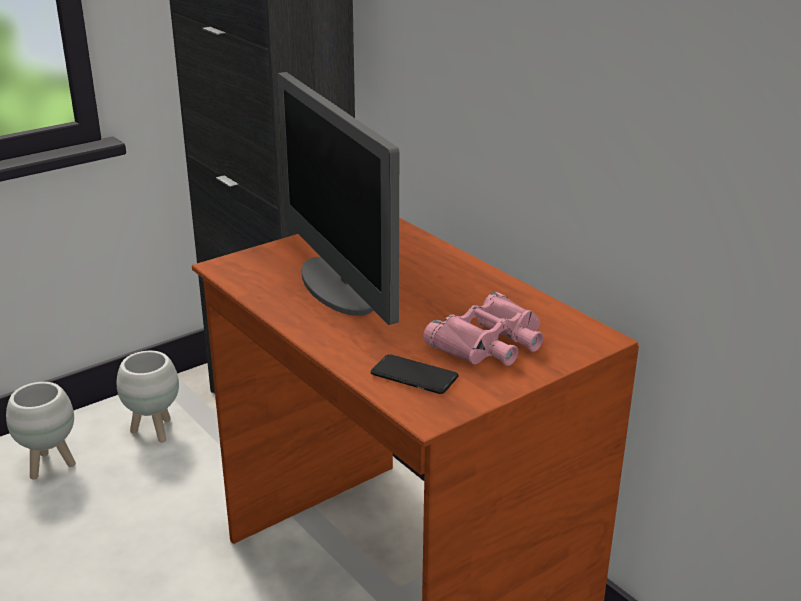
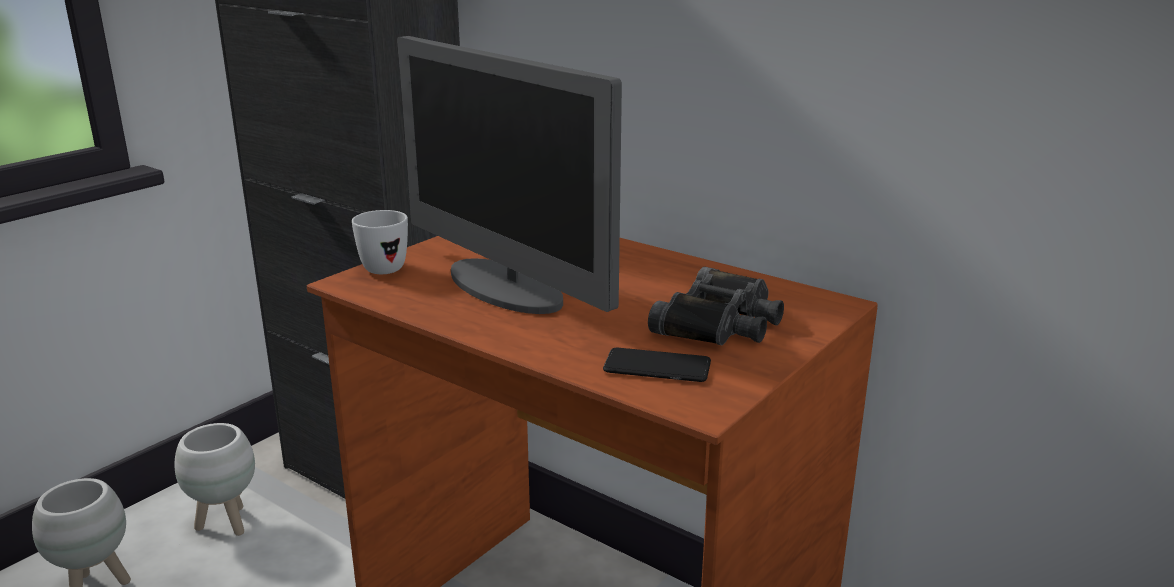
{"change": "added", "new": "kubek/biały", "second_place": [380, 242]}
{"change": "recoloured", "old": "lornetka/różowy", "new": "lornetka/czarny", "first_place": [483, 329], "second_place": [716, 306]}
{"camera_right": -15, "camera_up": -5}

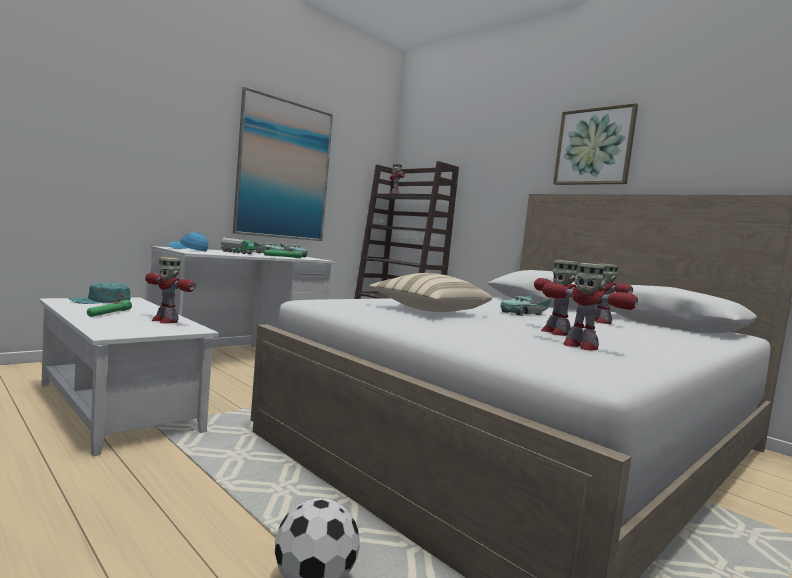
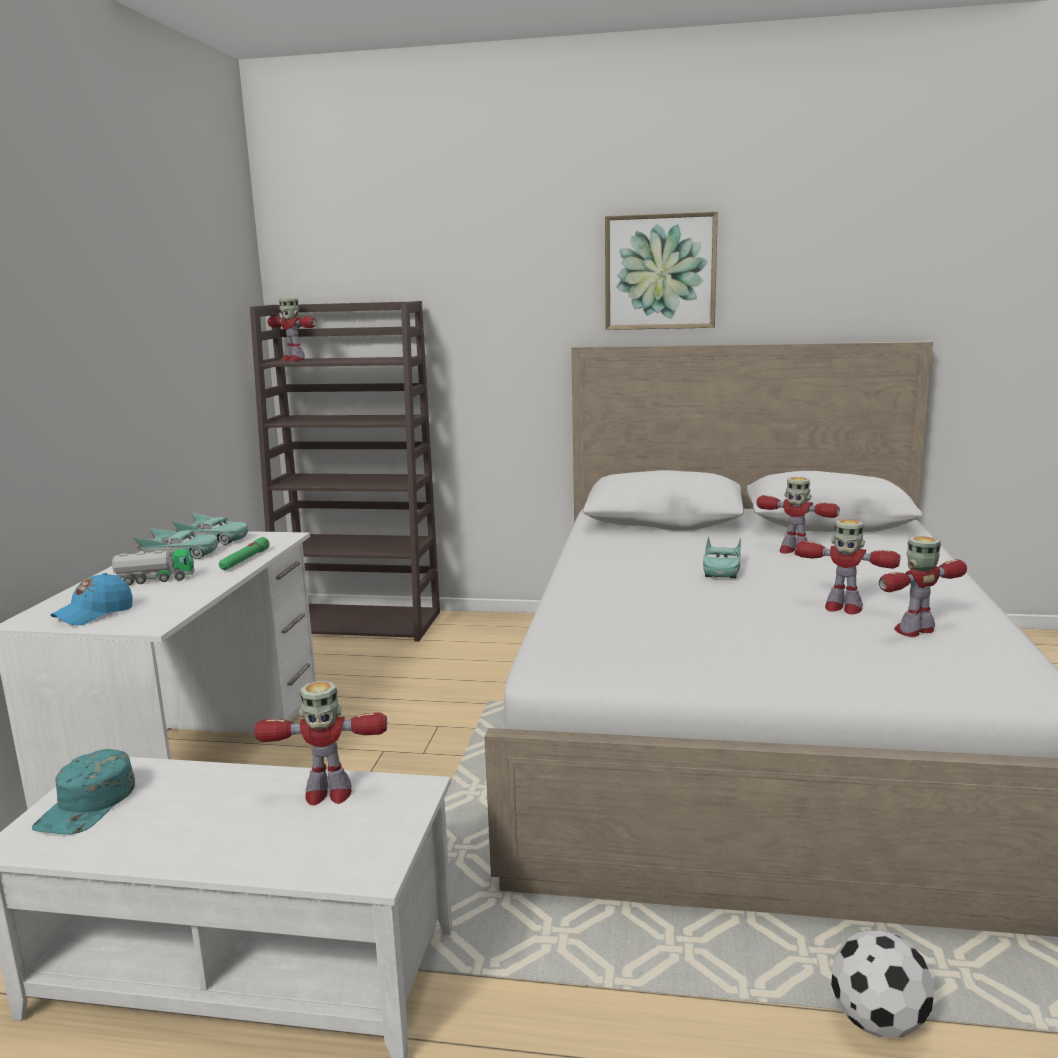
{"change": "turned", "old": "robot zabawkowy", "first_place": [590, 306], "second_place": [923, 586], "degrees": 150}
{"change": "removed", "old": "latarka/zielony", "first_place": [109, 308]}
{"change": "removed", "old": "obraz", "first_place": [283, 164]}
{"change": "removed", "old": "poduszka/beżowy", "first_place": [430, 292]}
{"camera_right": -35, "camera_up": 10}

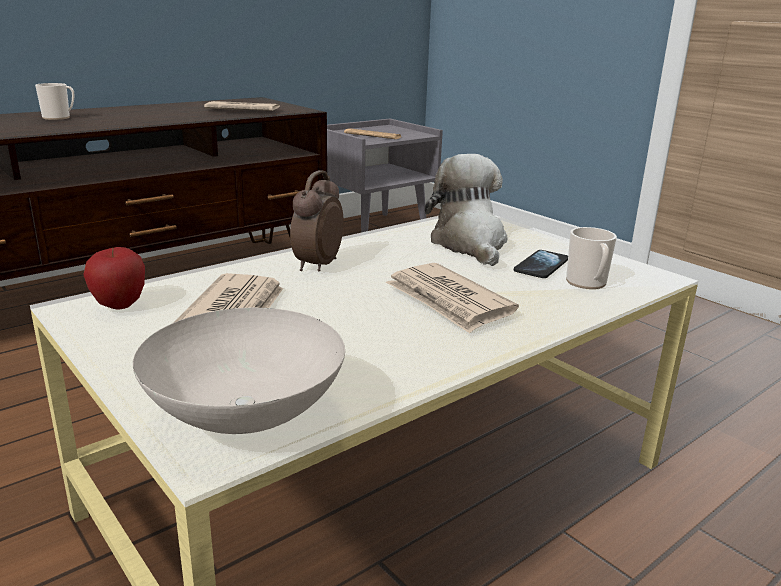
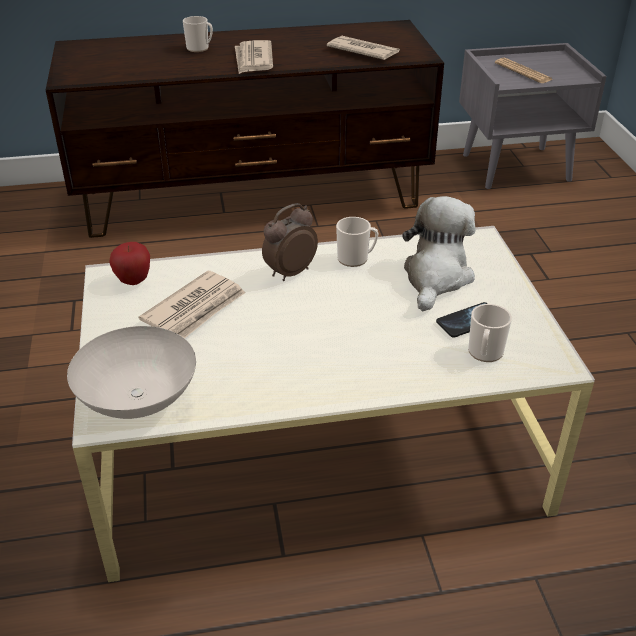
{"change": "moved", "old": "gazeta", "first_place": [452, 298], "second_place": [254, 57]}
{"change": "added", "new": "kubek", "second_place": [357, 242]}
{"camera_right": 30, "camera_up": 15}

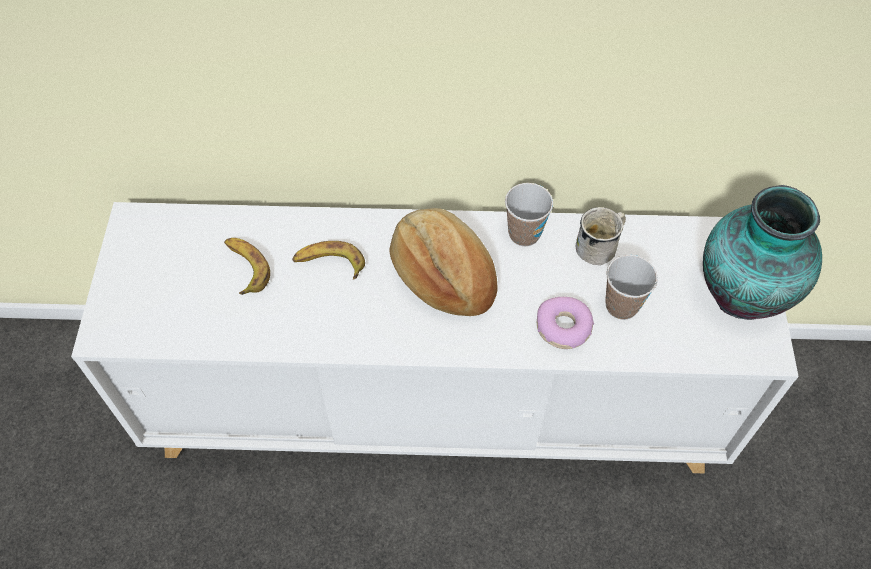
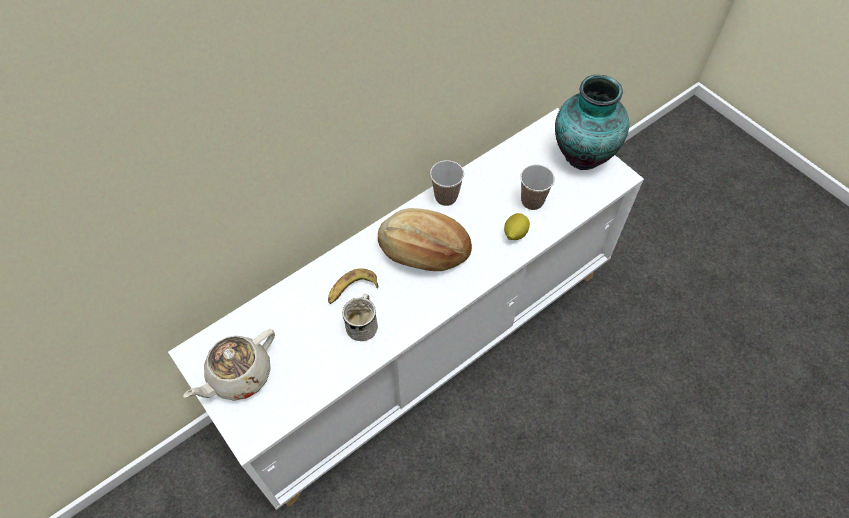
{"change": "added", "new": "imbryk/beżowy", "second_place": [229, 365]}
{"change": "moved", "old": "kubek/biały", "first_place": [601, 236], "second_place": [360, 317]}
{"change": "replaced", "old": "donut", "new": "cytryna", "first_place": [565, 323], "second_place": [517, 226]}
{"change": "removed", "old": "banan", "first_place": [247, 266]}
{"camera_right": -40, "camera_up": 0}

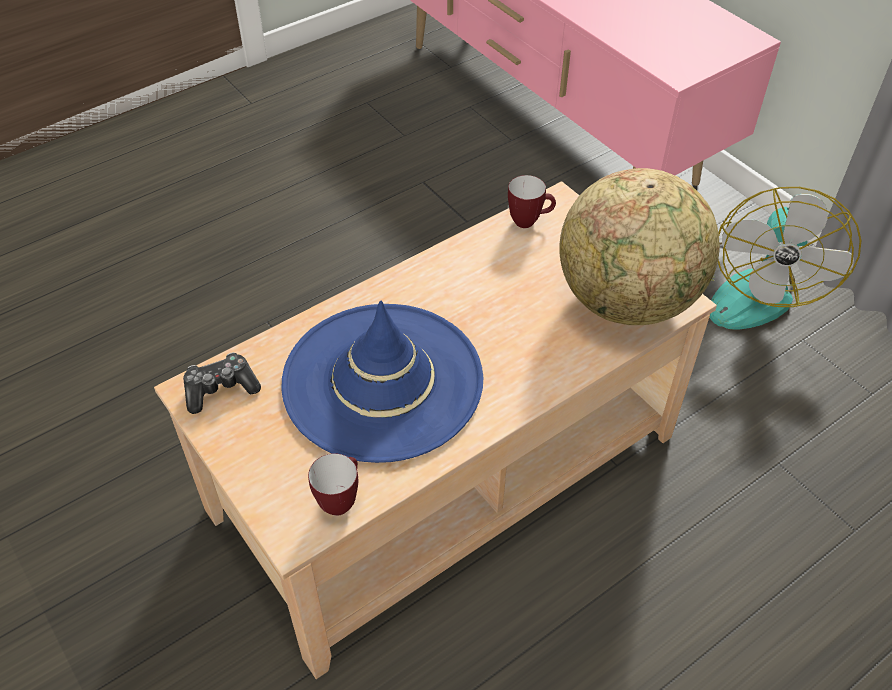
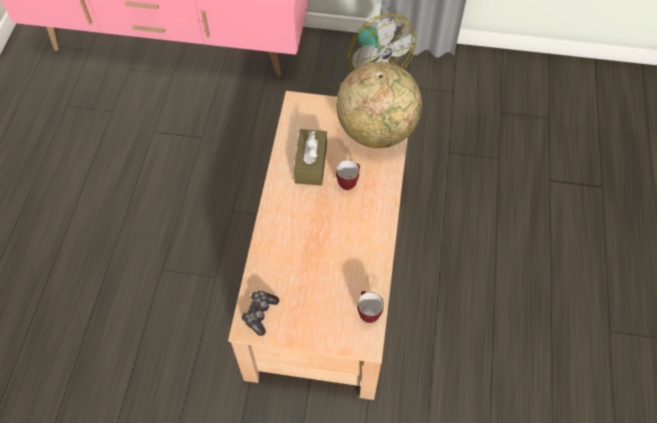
{"change": "added", "new": "pudełko chusteczek/brązowy", "second_place": [310, 157]}
{"change": "moved", "old": "kubek", "first_place": [532, 201], "second_place": [348, 175]}
{"change": "removed", "old": "kapelusz/niebieski", "first_place": [382, 382]}
{"camera_right": -45, "camera_up": 10}

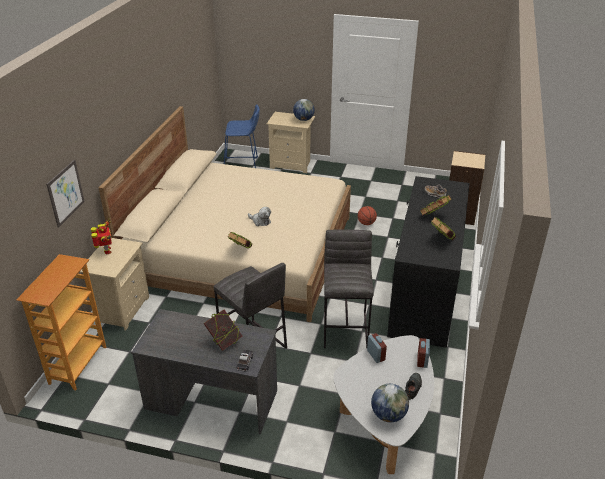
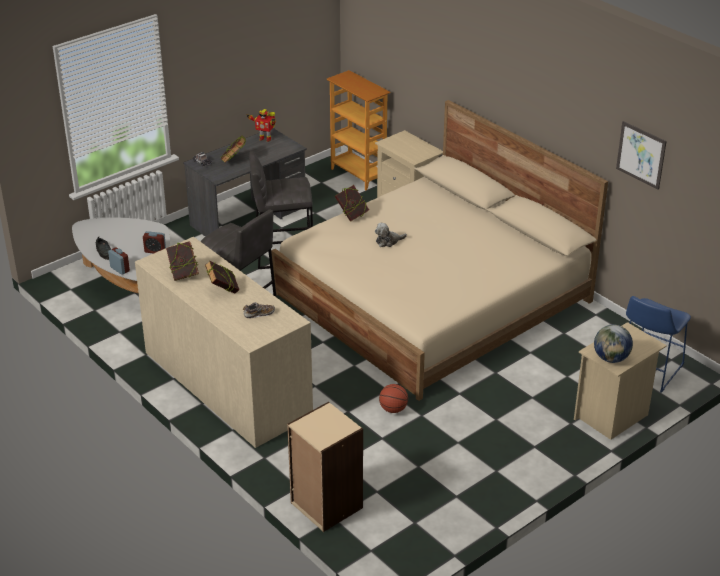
{"change": "recoloured", "old": "komoda/czarny", "new": "komoda/beżowy", "first_place": [428, 262], "second_place": [224, 342]}
{"change": "moved", "old": "robot zabawkowy", "first_place": [101, 236], "second_place": [261, 125]}
{"change": "moved", "old": "obraz", "first_place": [65, 194], "second_place": [641, 155]}
{"change": "removed", "old": "globus", "first_place": [390, 403]}
{"camera_right": 125, "camera_up": 0}

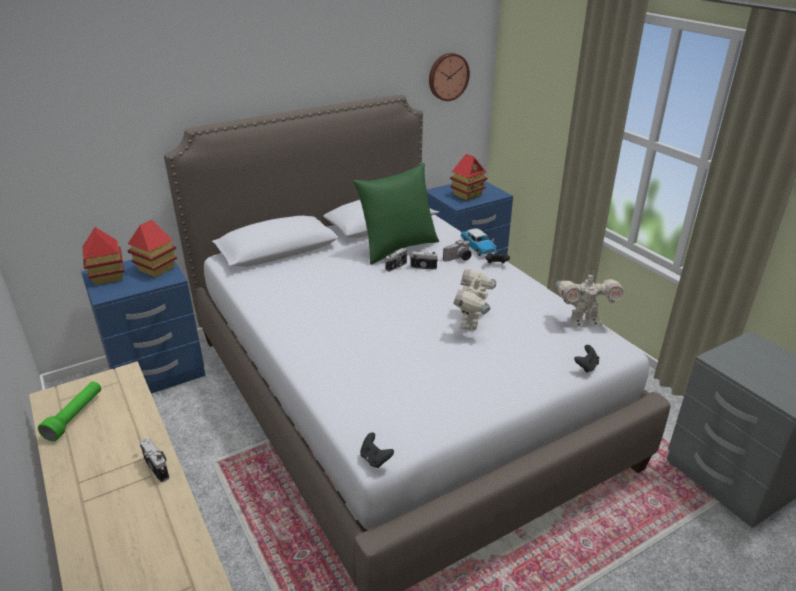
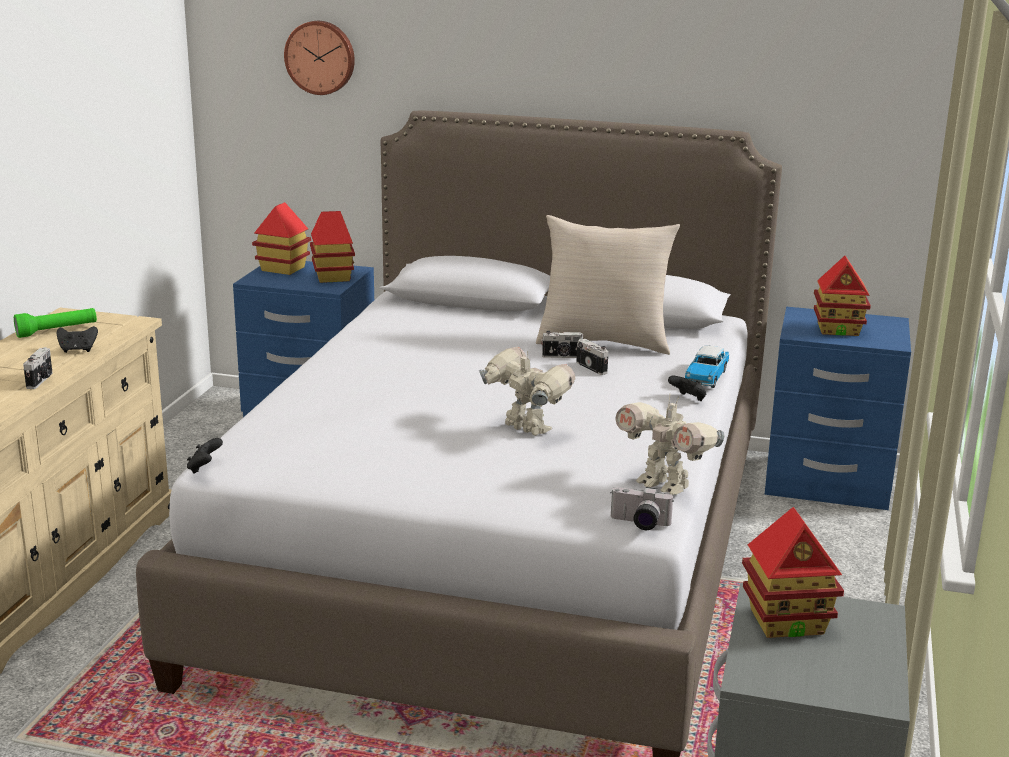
{"change": "moved", "old": "pad do gier/czarny", "first_place": [586, 359], "second_place": [77, 339]}
{"change": "moved", "old": "zegar ścienny", "first_place": [449, 77], "second_place": [319, 58]}
{"change": "turned", "old": "robot zabawkowy", "first_place": [474, 299], "second_place": [527, 391], "degrees": 75}
{"change": "recoloured", "old": "poduszka/zielony", "new": "poduszka/beżowy", "first_place": [396, 214], "second_place": [608, 285]}
{"change": "moved", "old": "aparat fotograficzny", "first_place": [457, 251], "second_place": [642, 508]}
{"change": "added", "new": "domek", "second_place": [793, 572]}
{"camera_right": 45, "camera_up": -10}

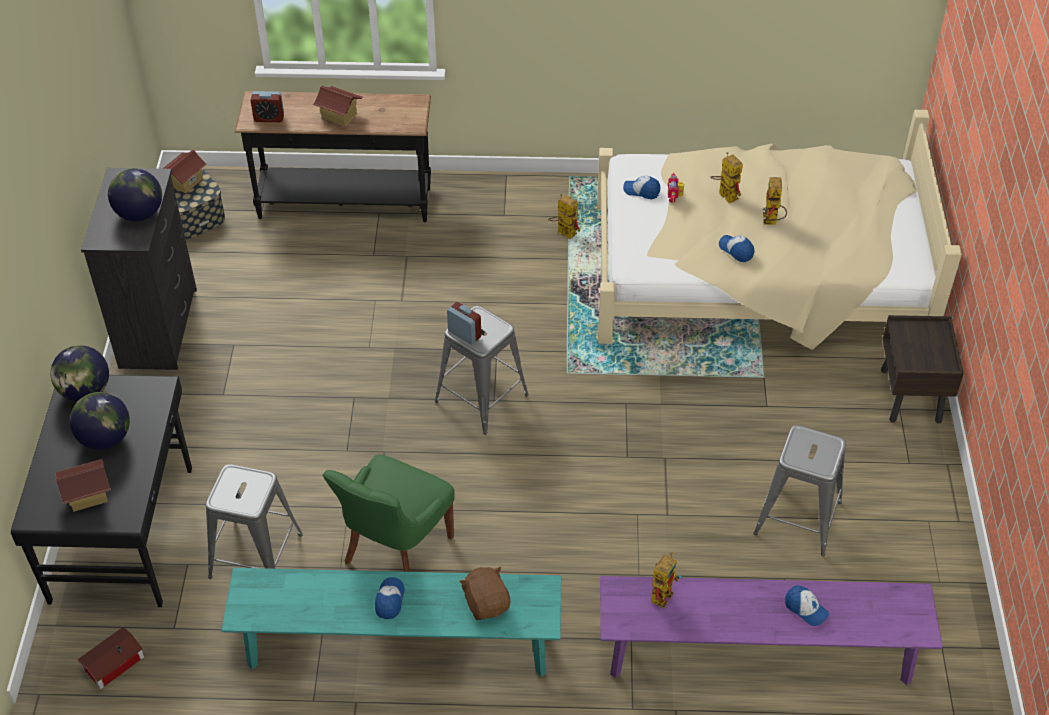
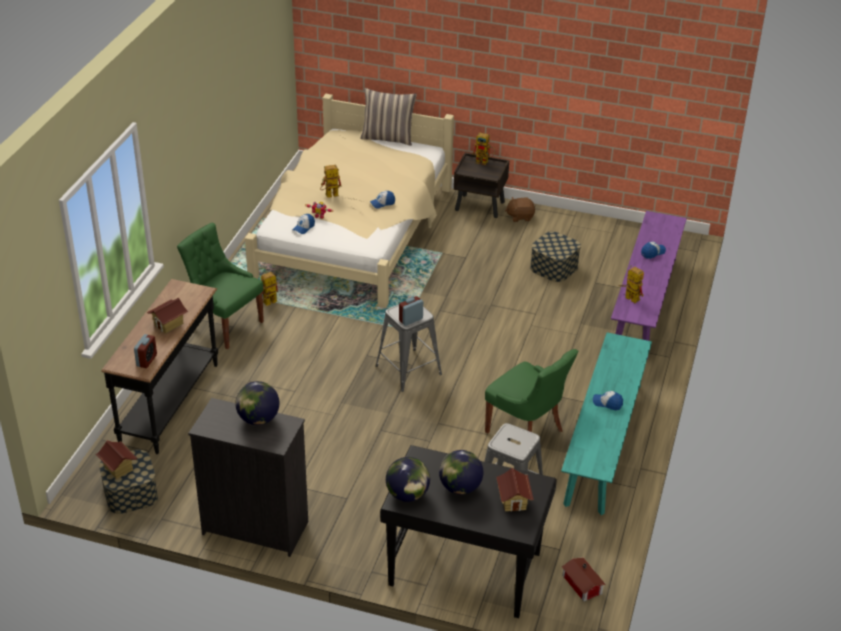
{"change": "added", "new": "krzesło/zielony", "second_place": [220, 286]}
{"change": "added", "new": "poduszka", "second_place": [388, 117]}
{"change": "moved", "old": "robot zabawkowy", "first_place": [775, 201], "second_place": [483, 149]}
{"change": "moved", "old": "pluszak/brązowy", "first_place": [484, 593], "second_place": [520, 209]}
{"change": "replaced", "old": "stołek/szary", "new": "pojemnik do przechowywania", "first_place": [800, 490], "second_place": [555, 256]}
{"camera_right": -75, "camera_up": -10}

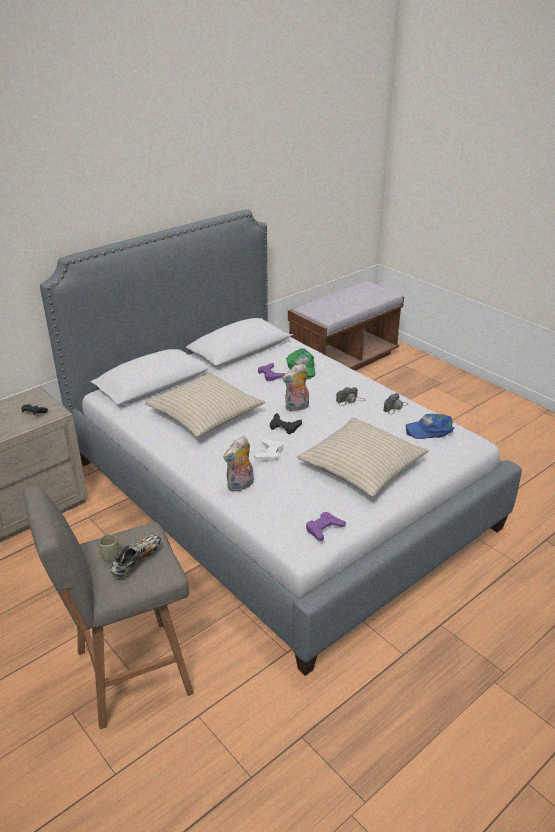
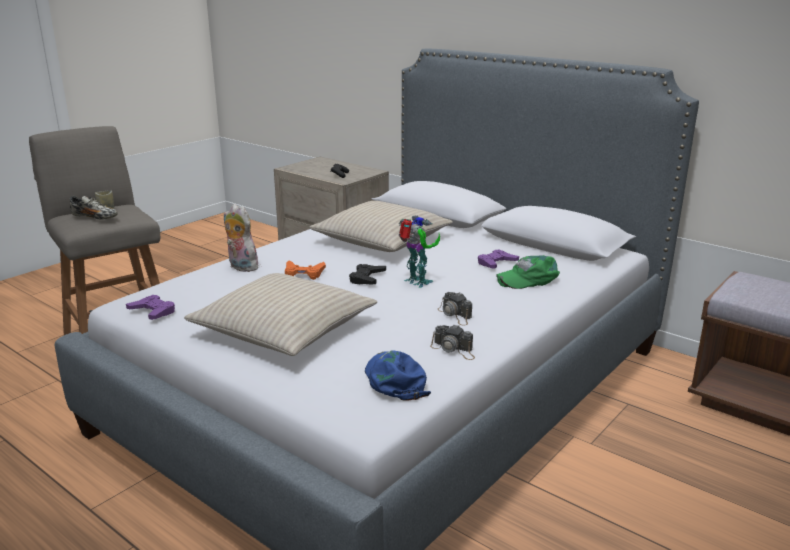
{"change": "recoloured", "old": "pad do gier/biały", "new": "pad do gier/pomarańczowy", "first_place": [268, 450], "second_place": [305, 270]}
{"change": "replaced", "old": "pluszak", "new": "robot zabawkowy", "first_place": [295, 387], "second_place": [419, 251]}
{"camera_right": 80, "camera_up": -10}

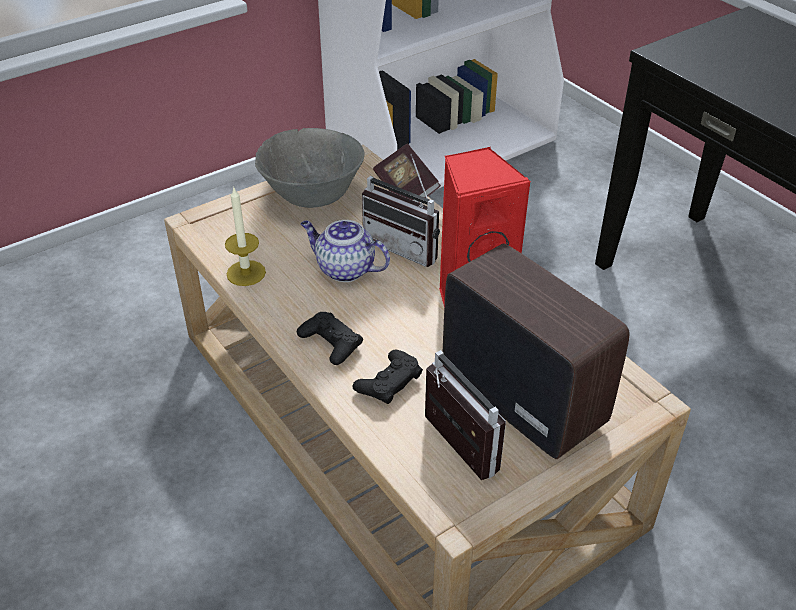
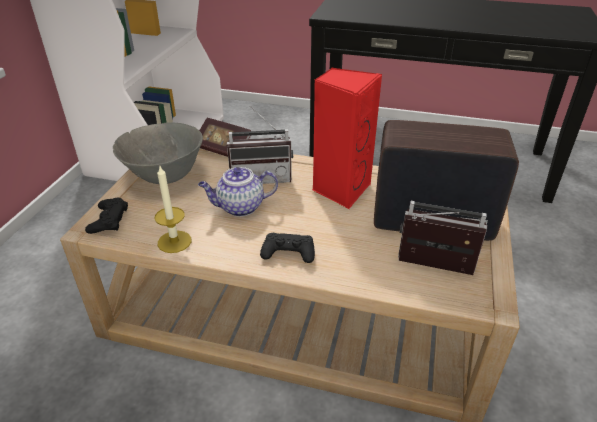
{"change": "moved", "old": "pad do gier/czarny", "first_place": [387, 377], "second_place": [106, 216]}
{"camera_right": -40, "camera_up": -5}

